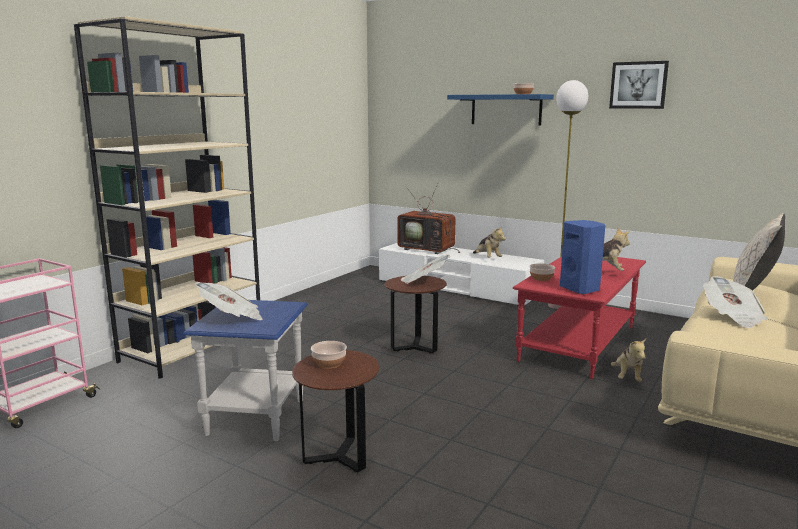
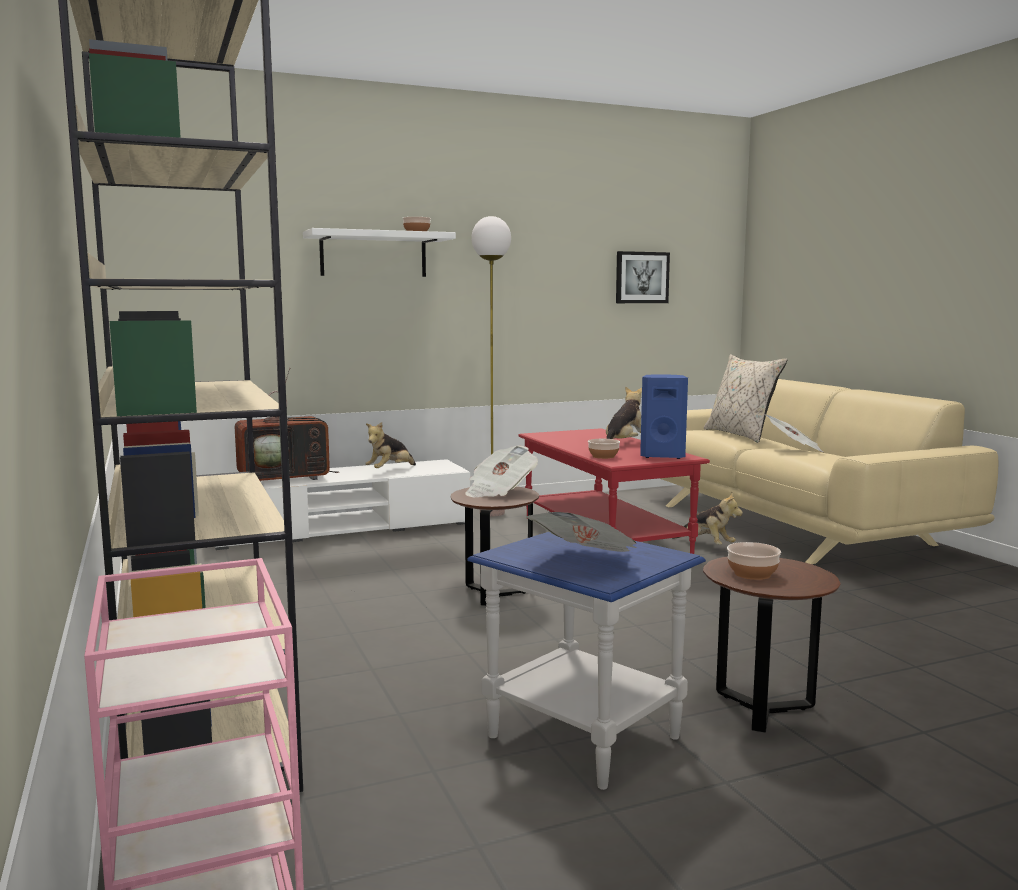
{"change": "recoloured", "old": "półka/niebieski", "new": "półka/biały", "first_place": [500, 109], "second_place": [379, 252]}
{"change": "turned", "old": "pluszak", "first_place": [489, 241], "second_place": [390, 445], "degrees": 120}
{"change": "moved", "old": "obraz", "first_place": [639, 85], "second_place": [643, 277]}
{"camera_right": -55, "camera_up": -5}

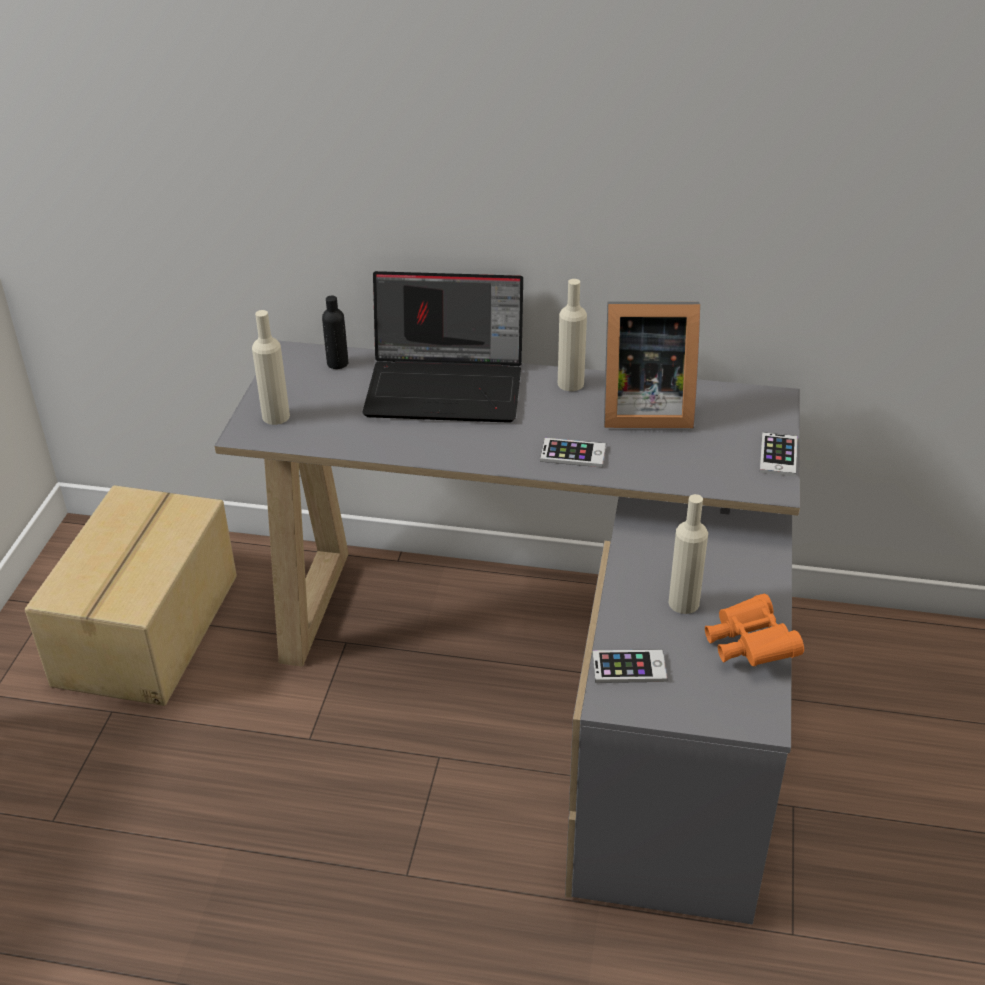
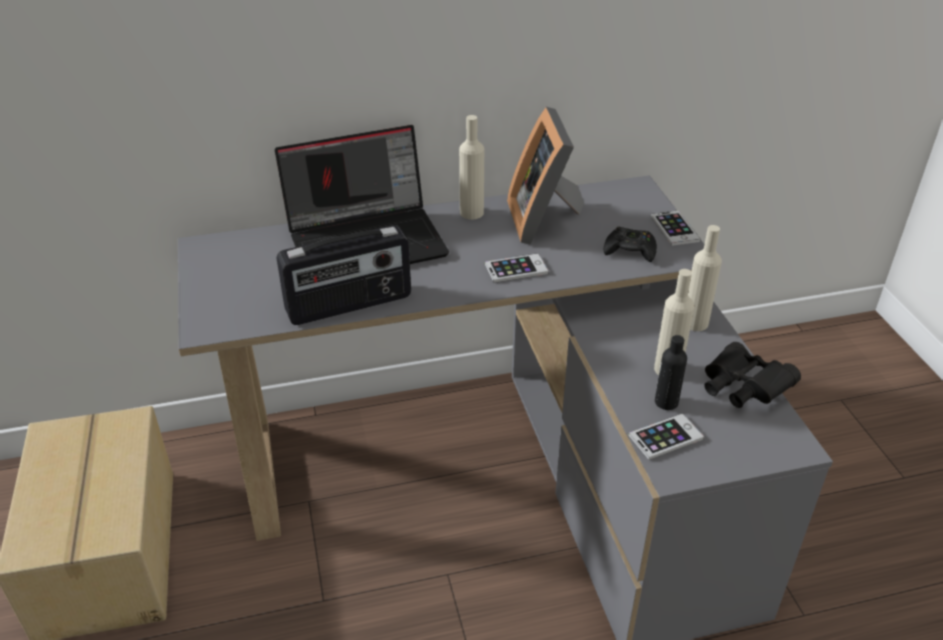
{"change": "added", "new": "radio", "second_place": [344, 275]}
{"change": "turned", "old": "ramka na zdjęcie", "first_place": [652, 364], "second_place": [545, 176], "degrees": 105}
{"change": "added", "new": "pad do gier/czarny", "second_place": [630, 244]}
{"change": "moved", "old": "butelka/czarny", "first_place": [335, 332], "second_place": [671, 372]}
{"change": "moved", "old": "butelka/beżowy", "first_place": [271, 367], "second_place": [705, 278]}
{"change": "recoloured", "old": "lornetka/pomarańczowy", "new": "lornetka/czarny", "first_place": [754, 630], "second_place": [752, 375]}
{"camera_right": -25, "camera_up": 0}

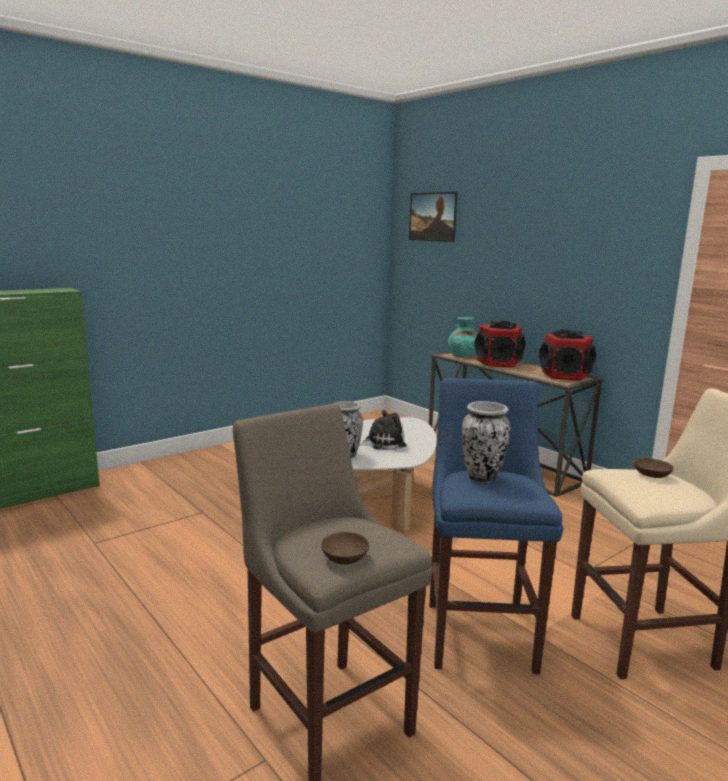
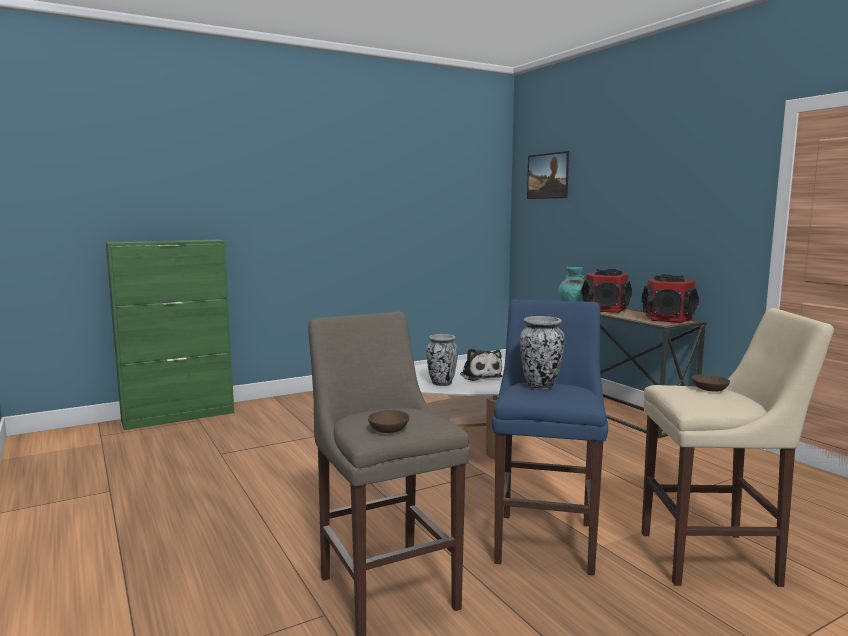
{"change": "turned", "old": "pluszak", "first_place": [382, 429], "second_place": [481, 364], "degrees": 75}
{"camera_right": 10, "camera_up": -5}

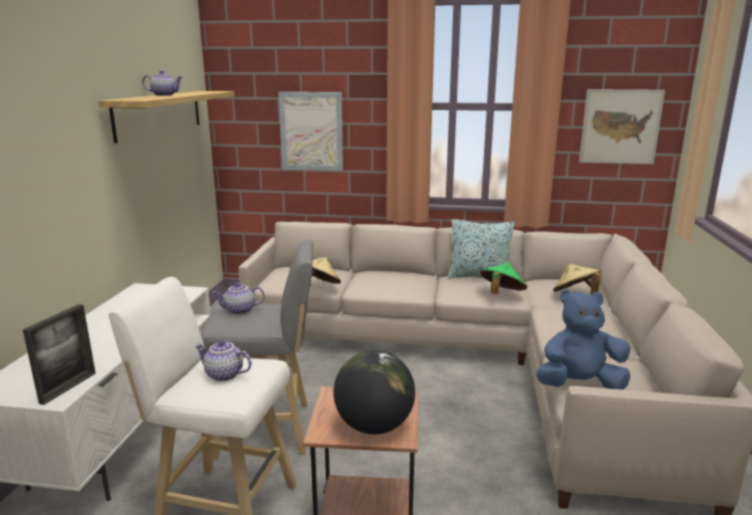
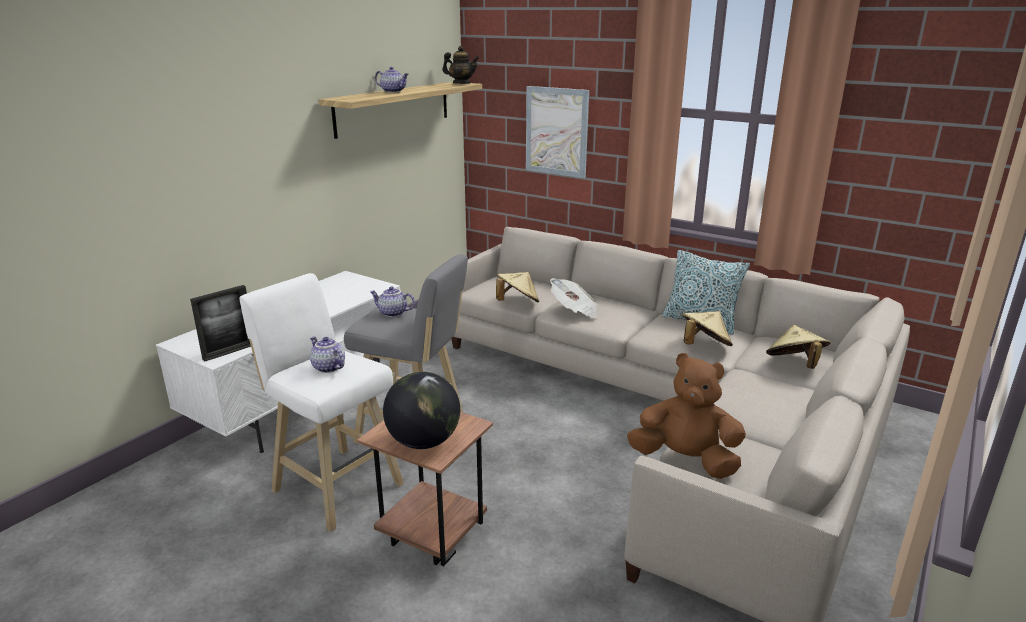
{"change": "added", "new": "imbryk", "second_place": [461, 65]}
{"change": "added", "new": "gazeta", "second_place": [574, 298]}
{"change": "recoloured", "old": "pluszak/niebieski", "new": "pluszak/brązowy", "first_place": [583, 339], "second_place": [686, 416]}
{"change": "recoloured", "old": "kapelusz/zielony", "new": "kapelusz/beżowy", "first_place": [503, 278], "second_place": [707, 328]}
{"change": "removed", "old": "obraz", "first_place": [622, 126]}
{"camera_right": 25, "camera_up": 5}

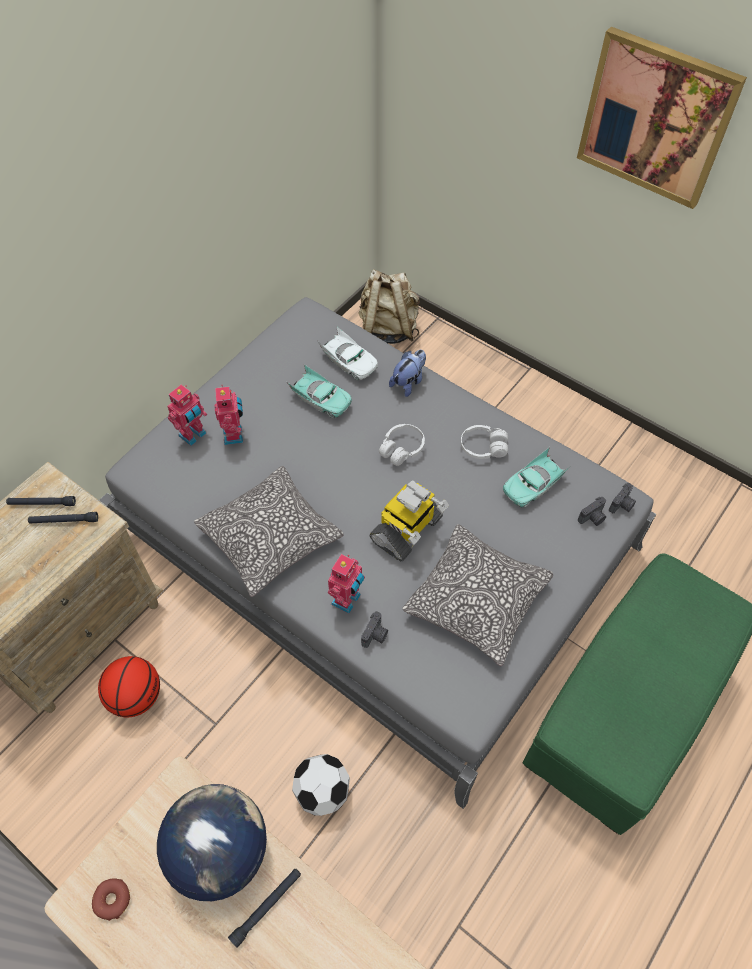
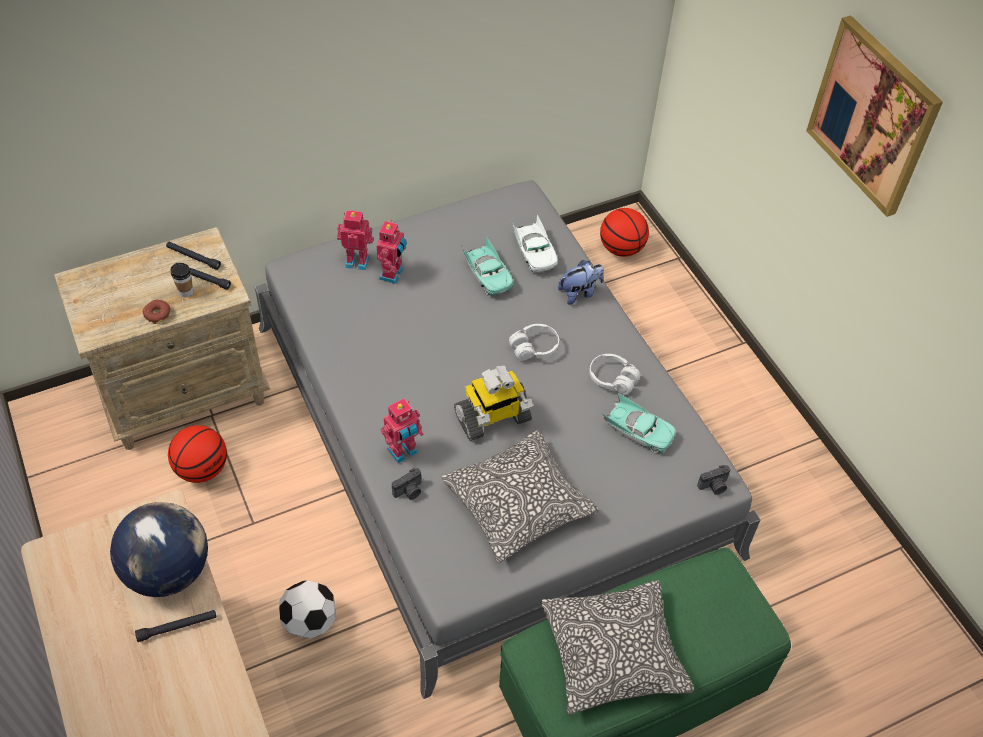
{"change": "moved", "old": "donut", "first_place": [111, 899], "second_place": [156, 312]}
{"change": "added", "new": "filiżanka", "second_place": [182, 280]}
{"change": "turned", "old": "robot zabawkowy", "first_place": [187, 415], "second_place": [355, 240], "degrees": -150}
{"change": "moved", "old": "poduszka", "first_place": [268, 531], "second_place": [617, 647]}
{"change": "replaced", "old": "plecak/beżowy", "new": "piłka do koszykówki", "first_place": [389, 307], "second_place": [624, 232]}
{"change": "turned", "old": "samochodzik/turkusowy", "first_place": [537, 477], "second_place": [639, 423], "degrees": -135}
{"change": "removed", "old": "aparat fotograficzny", "first_place": [592, 511]}
{"camera_right": 25, "camera_up": -5}

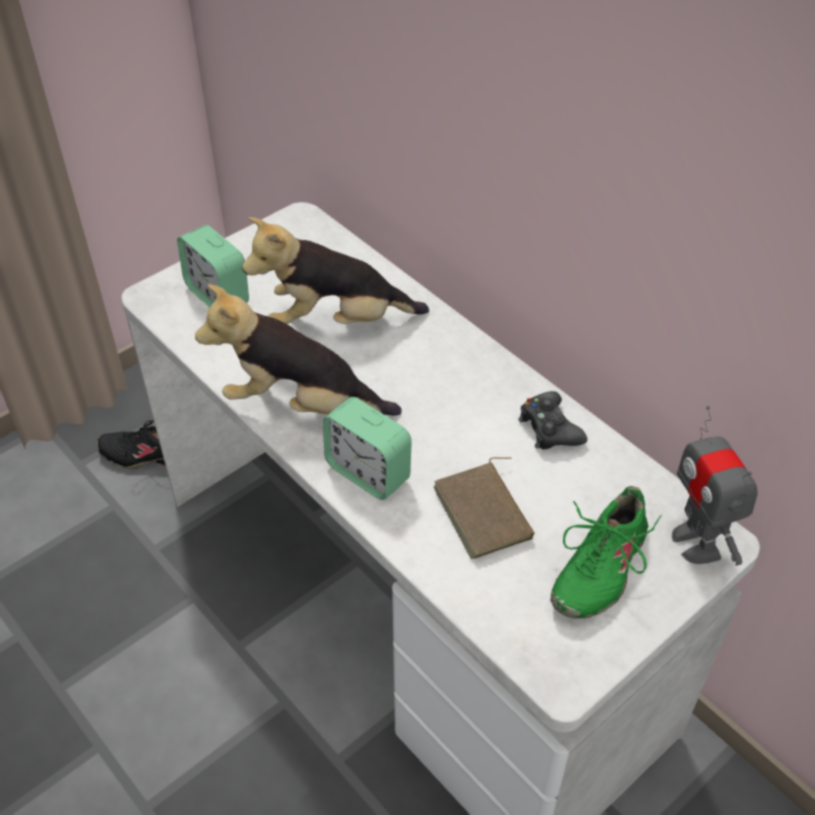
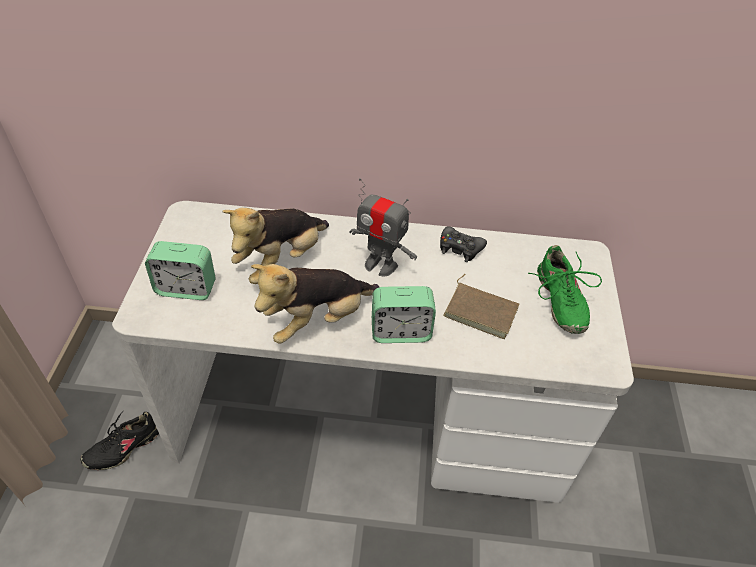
{"change": "moved", "old": "robot zabawkowy", "first_place": [715, 486], "second_place": [383, 227]}
{"camera_right": -45, "camera_up": 0}

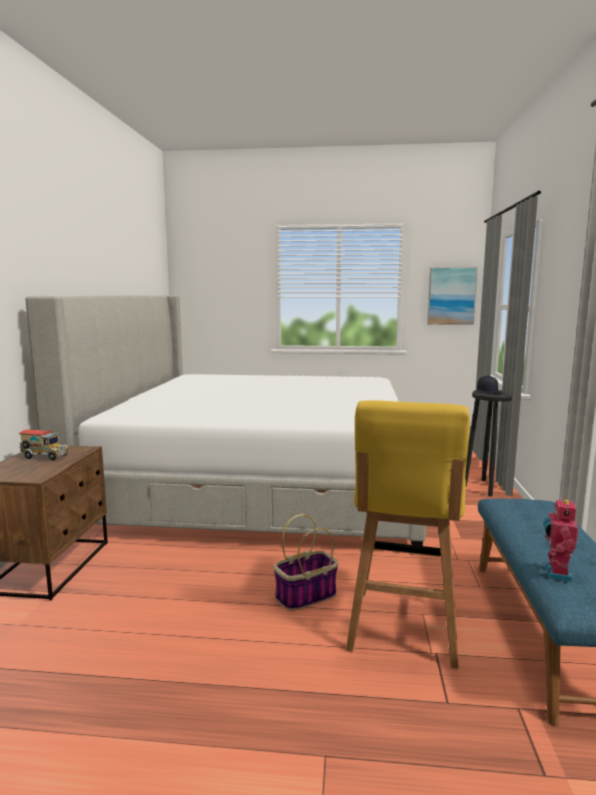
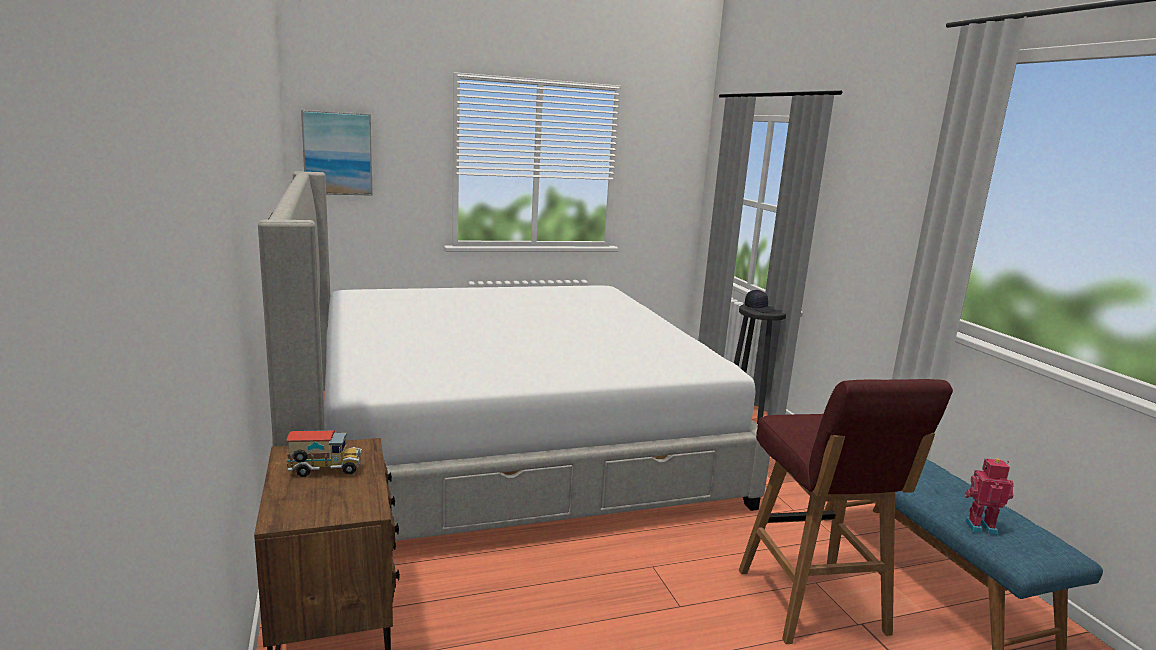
{"change": "moved", "old": "obraz", "first_place": [452, 296], "second_place": [337, 153]}
{"change": "recoloured", "old": "stołek/żółty", "new": "stołek/czerwony", "first_place": [408, 534], "second_place": [846, 511]}
{"change": "turned", "old": "robot zabawkowy", "first_place": [560, 539], "second_place": [989, 496], "degrees": 105}
{"change": "removed", "old": "koszyk", "first_place": [306, 562]}
{"camera_right": -25, "camera_up": 5}

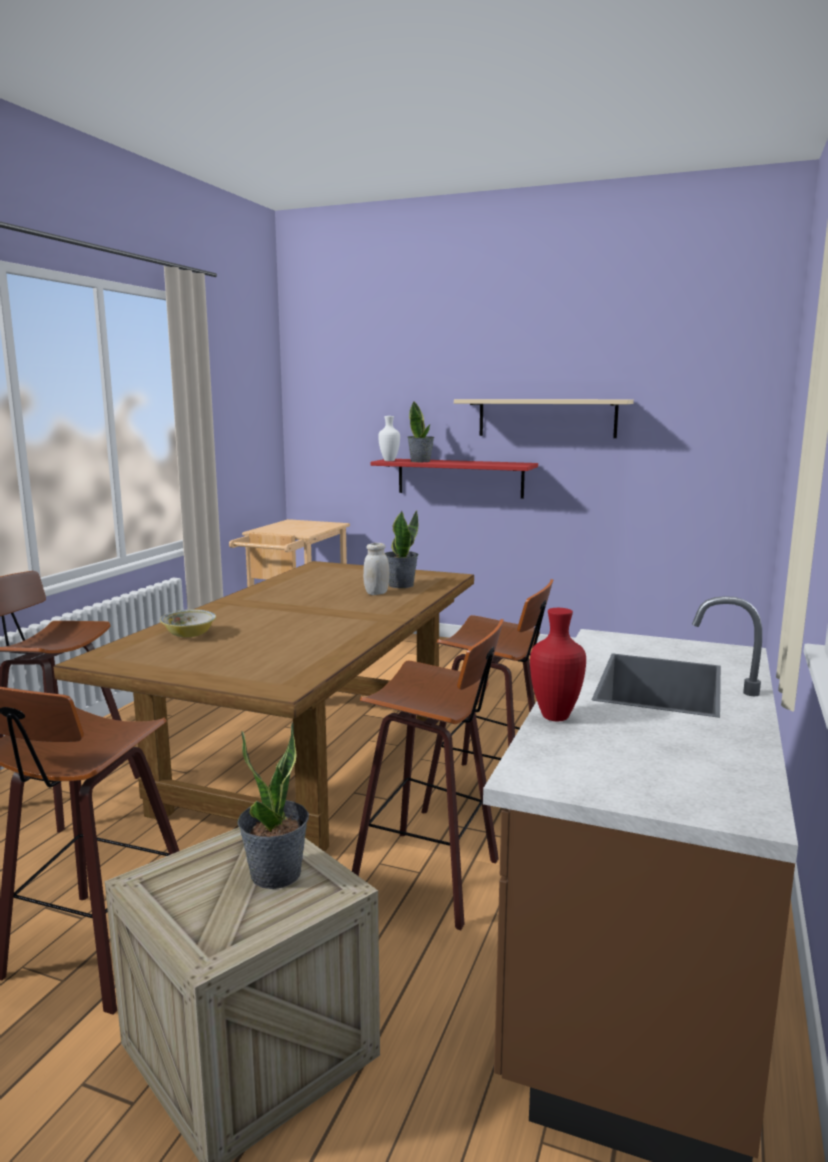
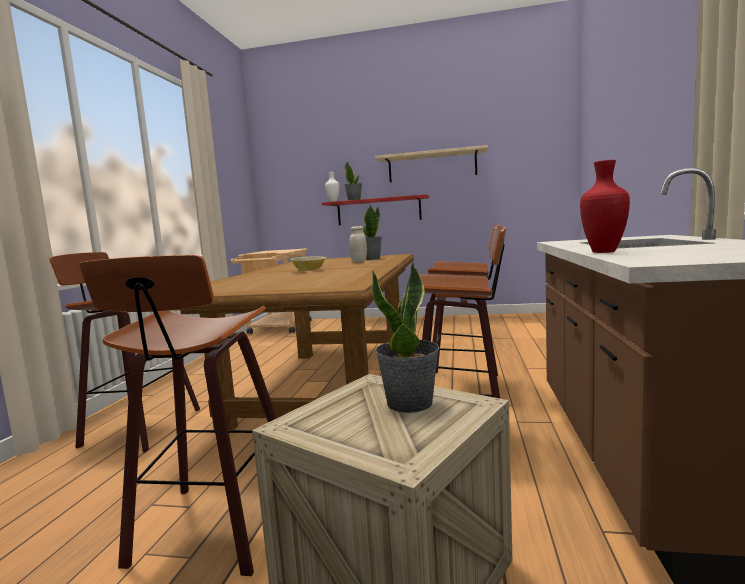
{"change": "moved", "old": "miska", "first_place": [188, 623], "second_place": [308, 263]}
{"camera_right": -10, "camera_up": -5}

